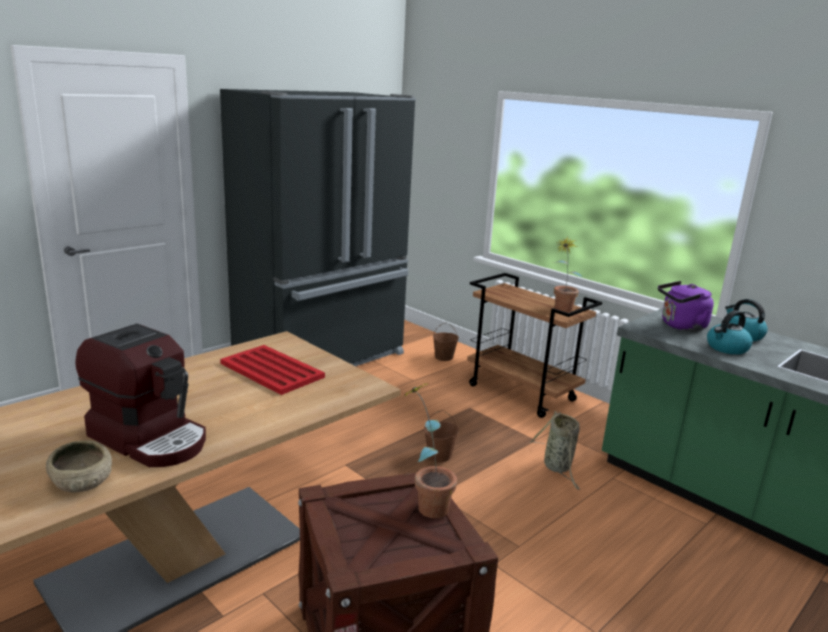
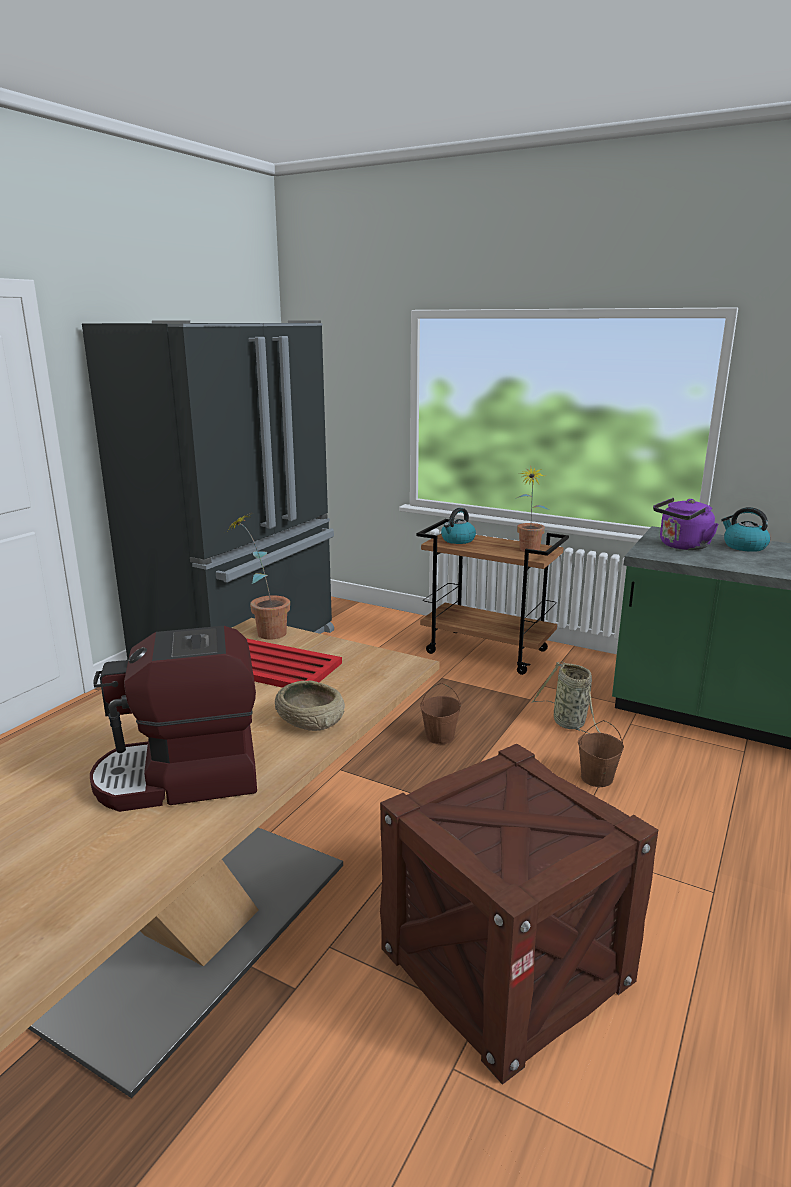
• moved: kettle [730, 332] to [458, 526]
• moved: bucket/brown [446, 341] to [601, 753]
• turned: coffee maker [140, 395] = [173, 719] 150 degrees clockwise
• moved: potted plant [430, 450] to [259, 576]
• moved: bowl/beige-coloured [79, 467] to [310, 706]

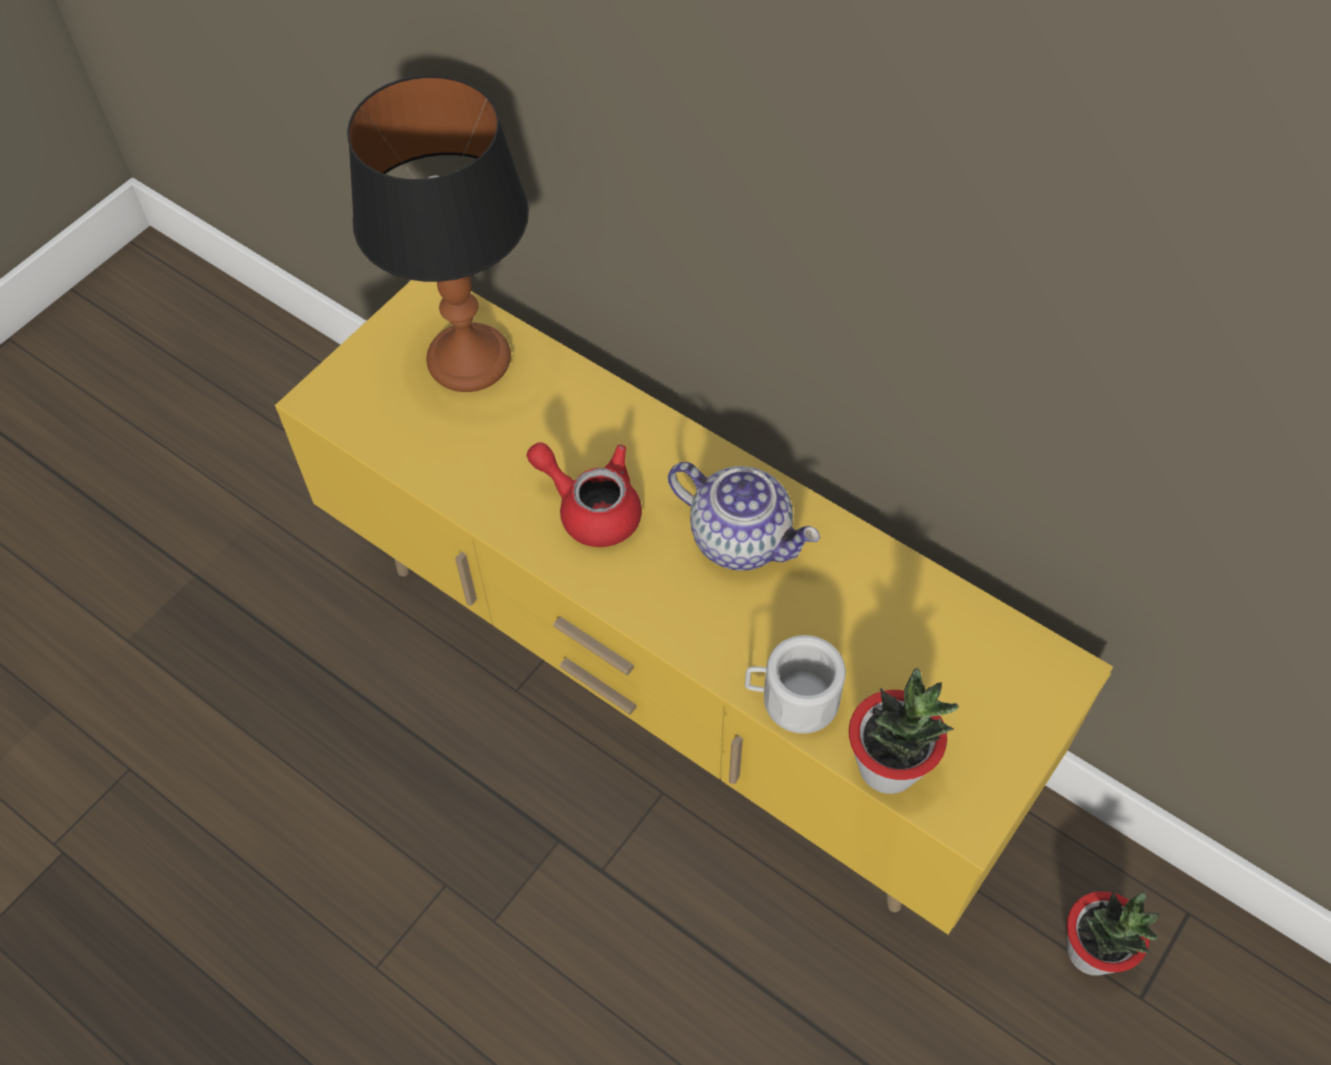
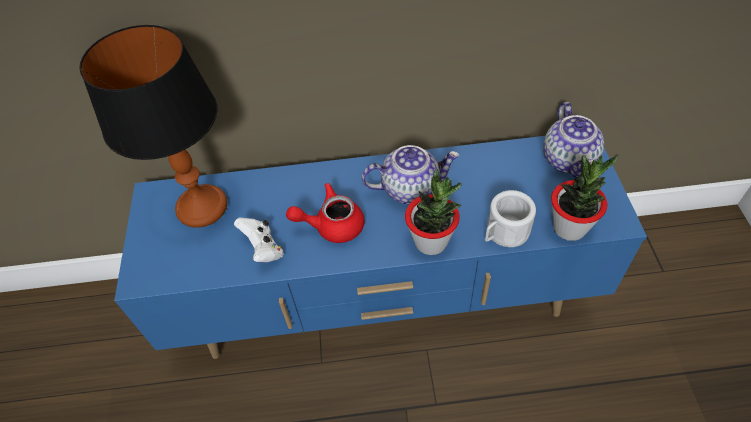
• recoloured: tv stand/yellow-coloured [694, 607] to tv stand/blue-coloured [380, 247]
• moved: potted plant [1114, 933] to [433, 212]
• added: teapot [573, 140]
• added: game controller/white-coloured [259, 240]

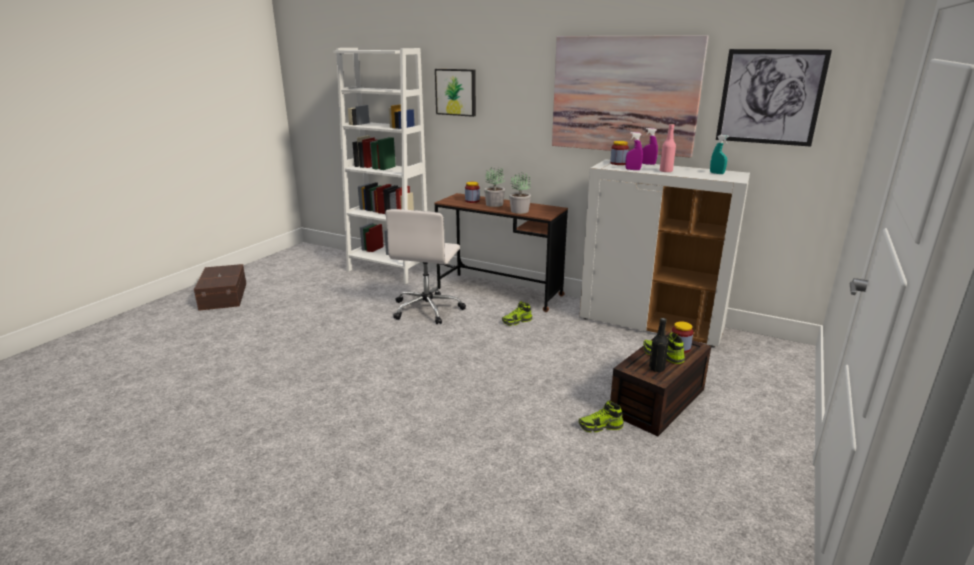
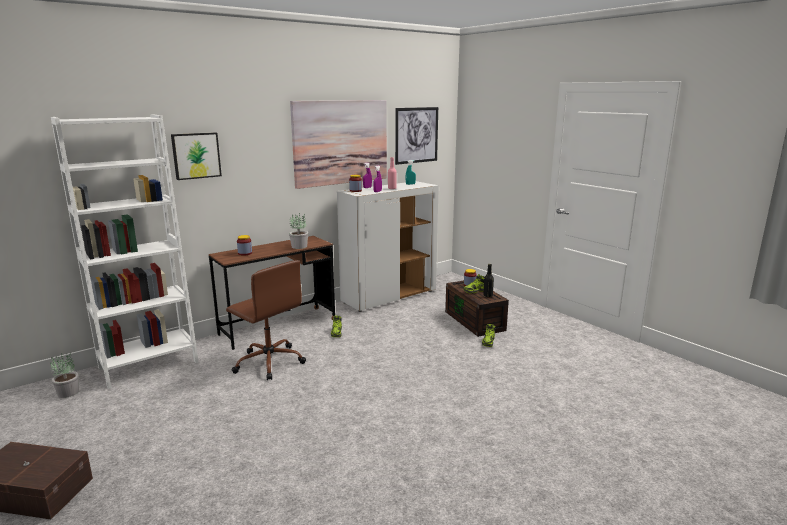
• moved: potted plant [494, 187] to [64, 375]
• recoloured: desk chair/white-coloured [425, 266] to desk chair/brown [266, 320]

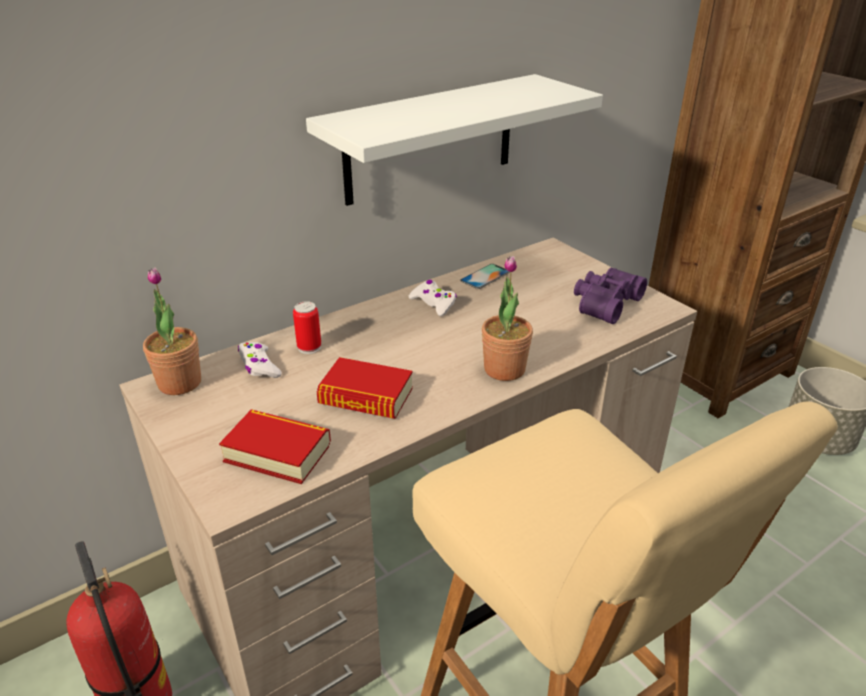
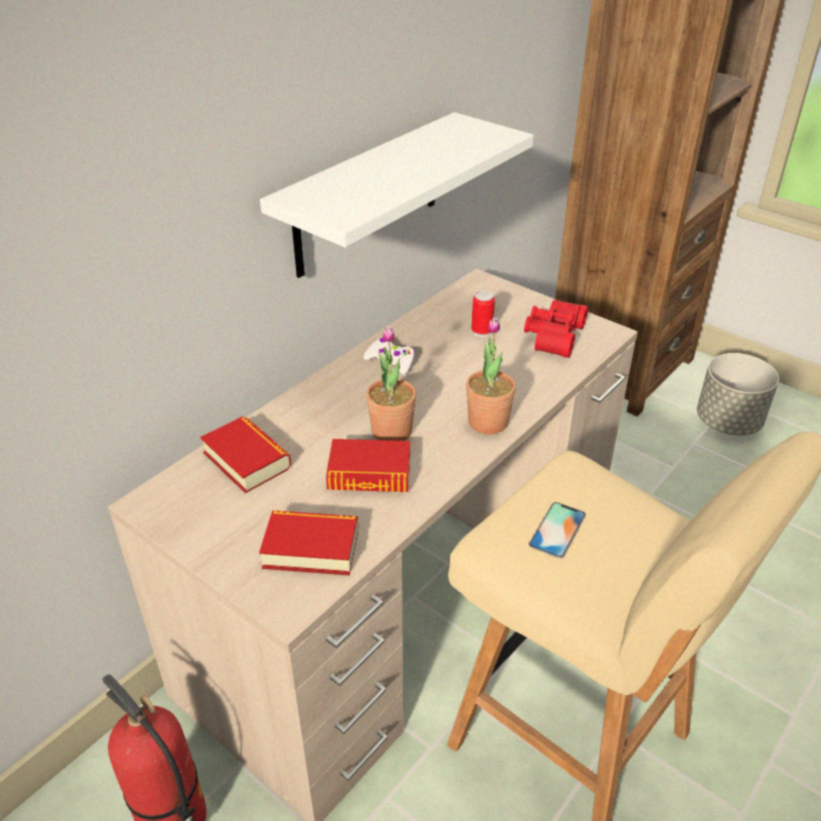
• moved: handset [485, 276] to [557, 530]
• moved: potted plant [172, 331] to [391, 383]
• recoloured: field glasses/purple [610, 296] to field glasses/reddish [556, 328]
• moved: sealed can [307, 327] to [483, 314]
• replaced: game controller/white-coloured [260, 360] to book [245, 454]

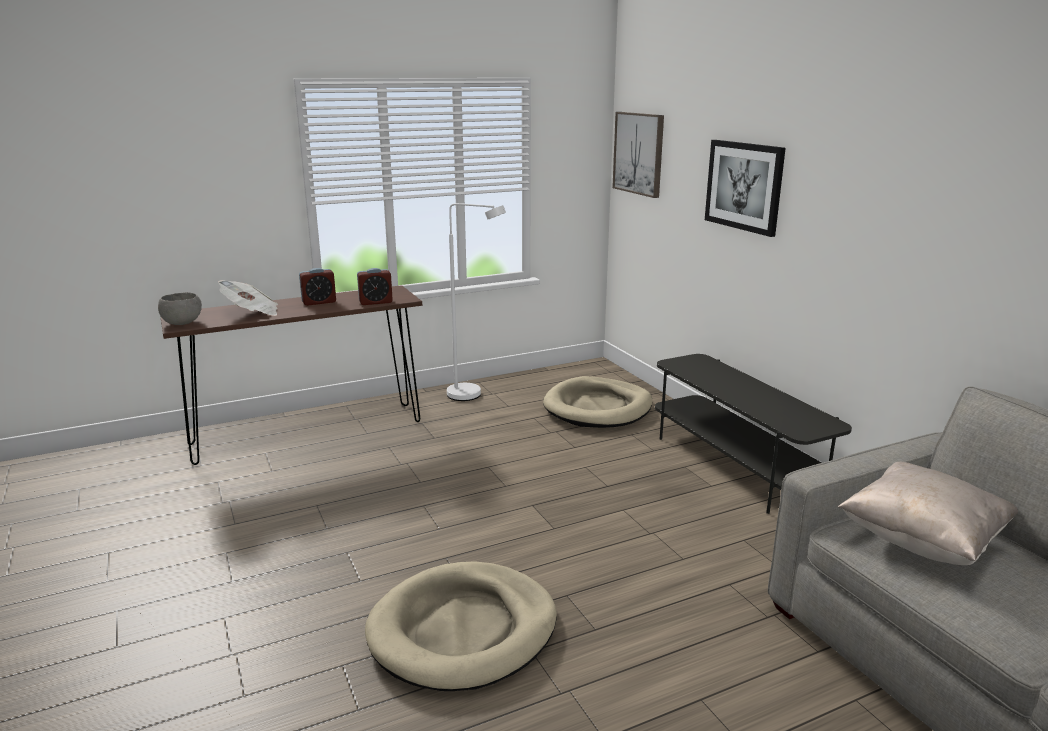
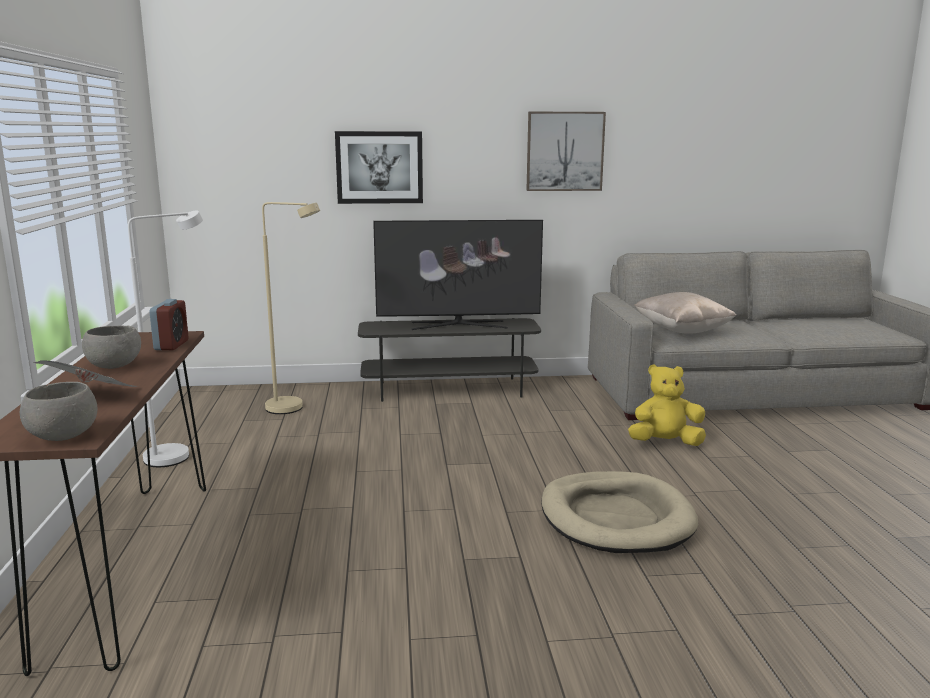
• moved: wall art [638, 155] to [566, 151]
• replaced: alarm clock [317, 287] to bowl/gray [111, 347]
• replaced: pet bed/beige-coloured [597, 402] to floor lamp/beige-coloured [291, 308]
• added: television [458, 275]
• added: plush toy/yellow-coloured [667, 405]

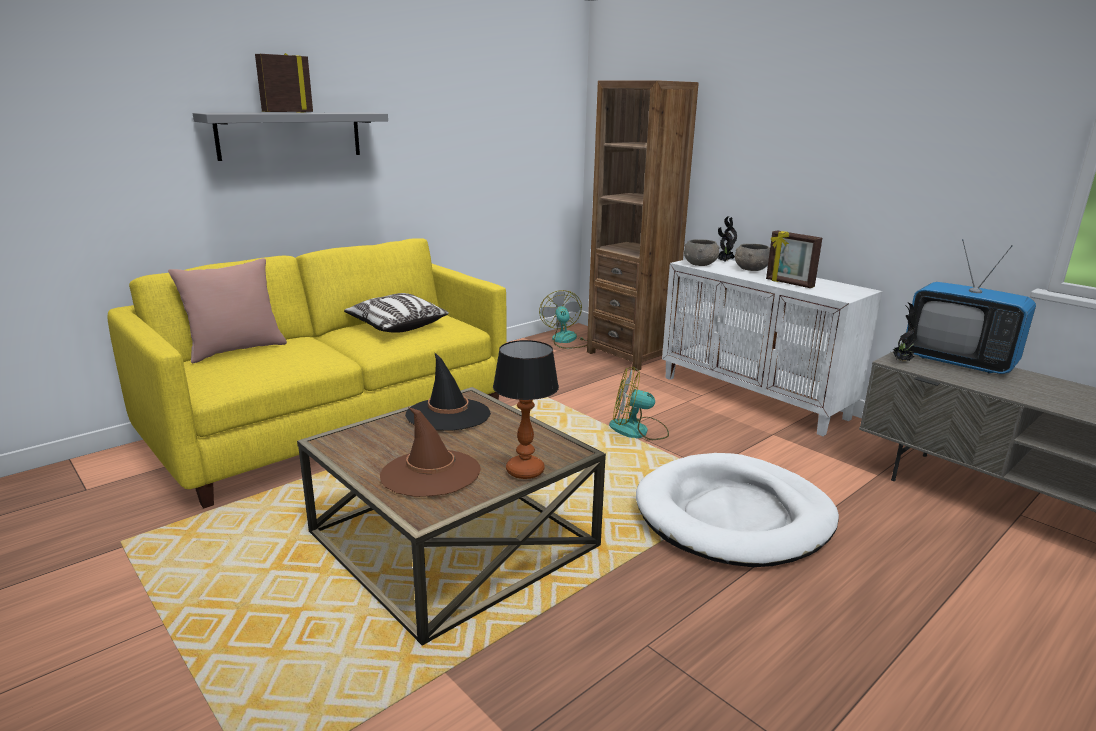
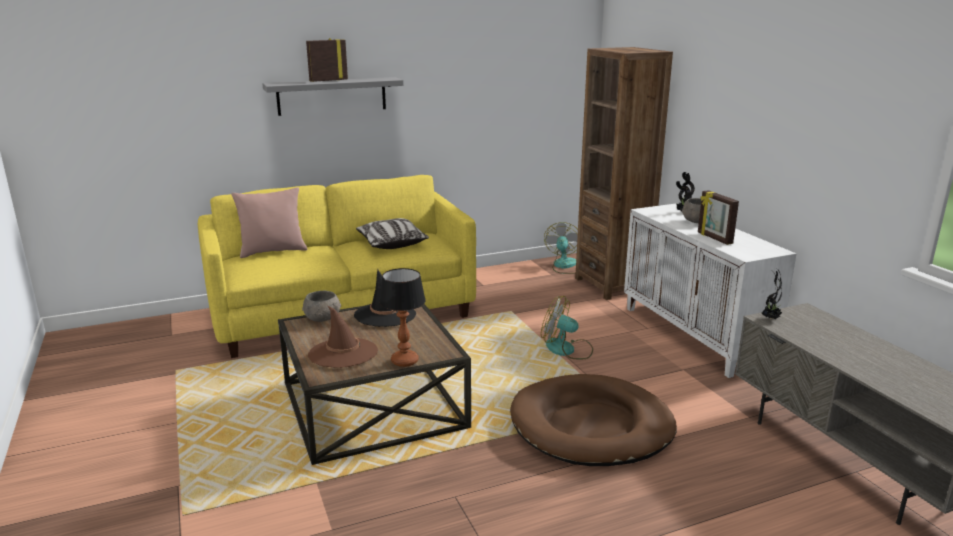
• moved: bowl/gray [701, 252] to [321, 306]
• removed: television [970, 306]
• recoloured: pet bed/white-coloured [737, 510] to pet bed/brown [593, 420]

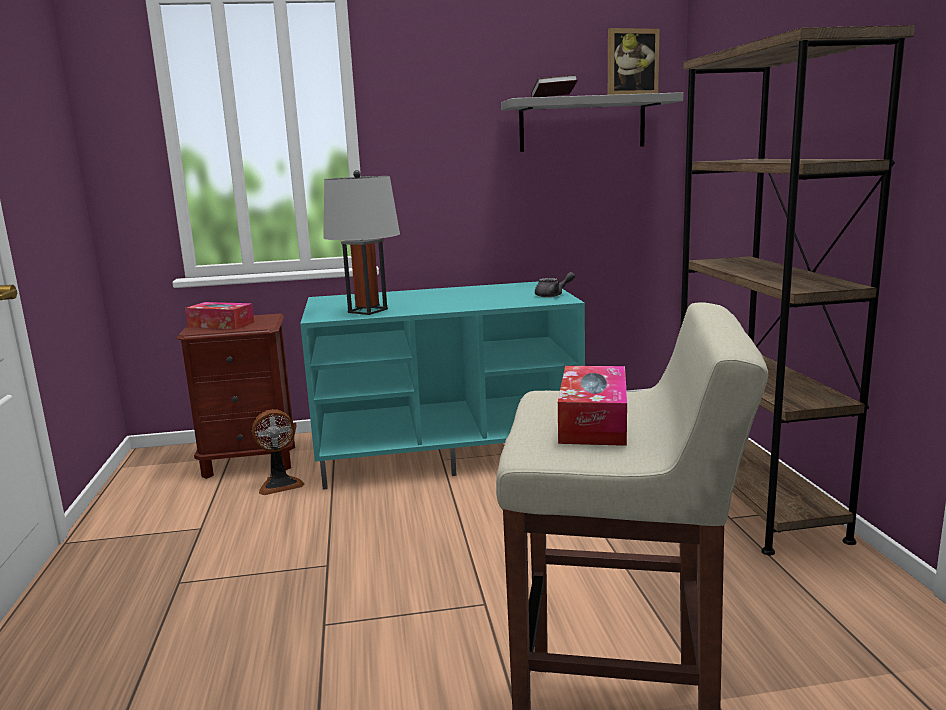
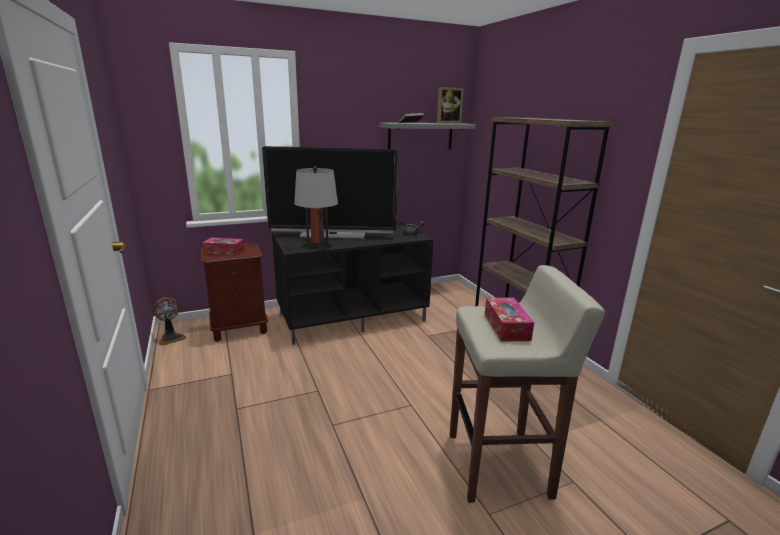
• recoloured: tv stand/blue-green [442, 385] to tv stand/blackish [352, 283]
• moved: cooling fan [278, 452] to [169, 321]
• added: television [330, 192]

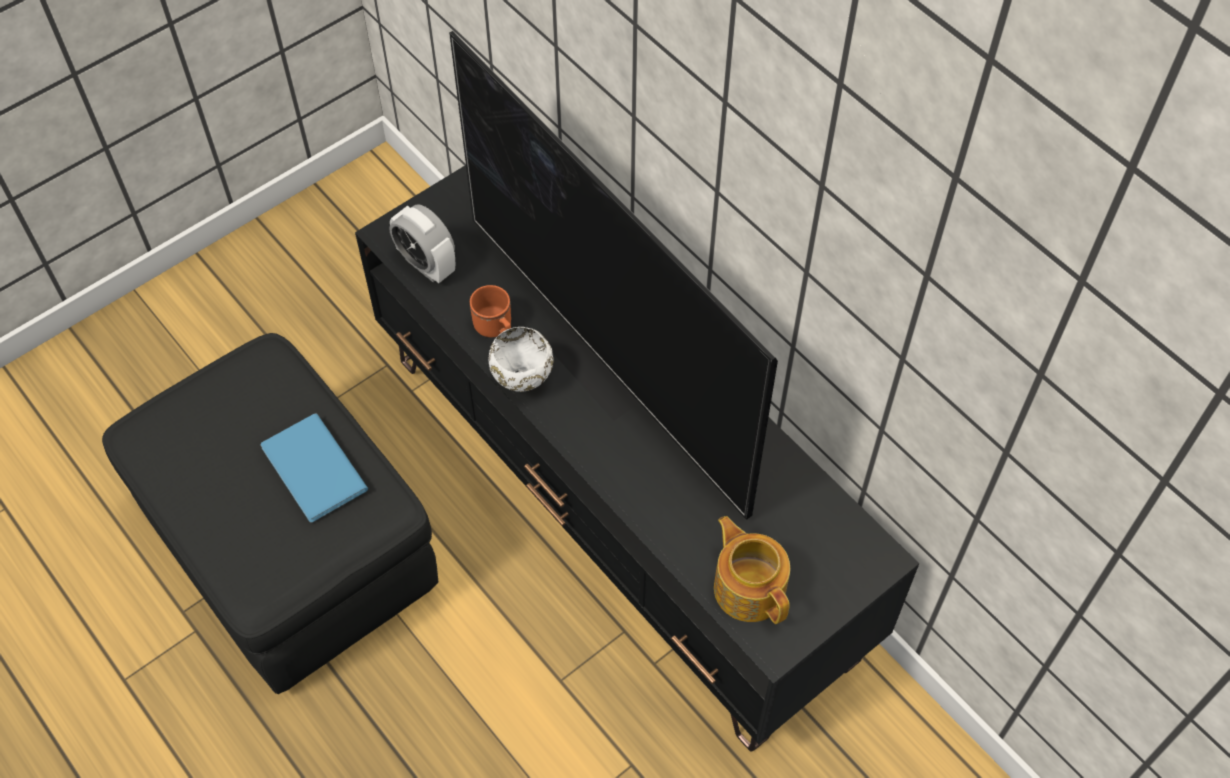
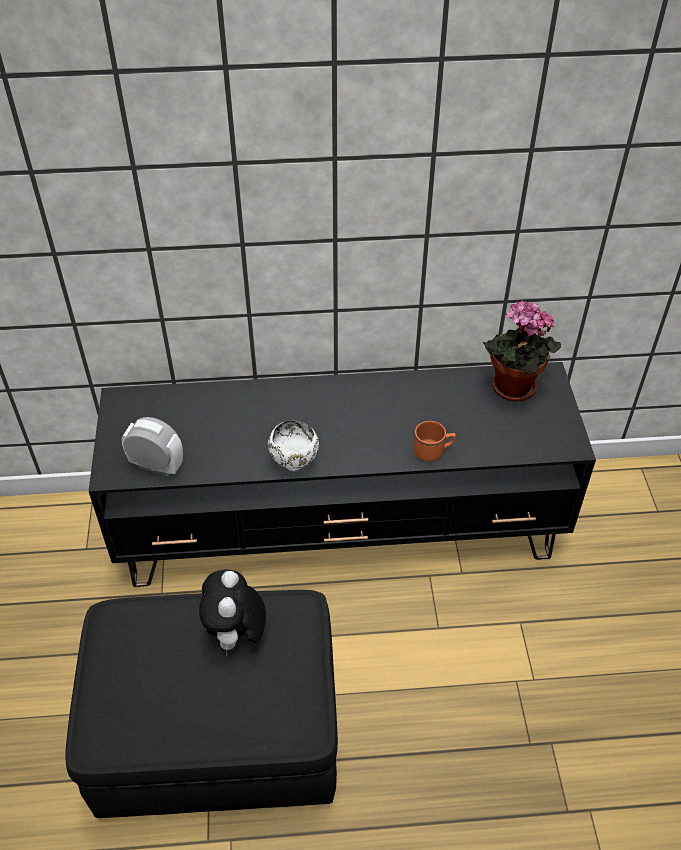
• removed: television [613, 275]
• turned: alarm clock [422, 243] = [152, 446] 150 degrees counterclockwise
• moved: tea mug/orange-coloured [490, 311] to [435, 441]
• replaced: book/blue-coloured [314, 468] to plush toy [232, 612]
• removed: teapot [752, 570]
• added: potted plant [522, 351]

